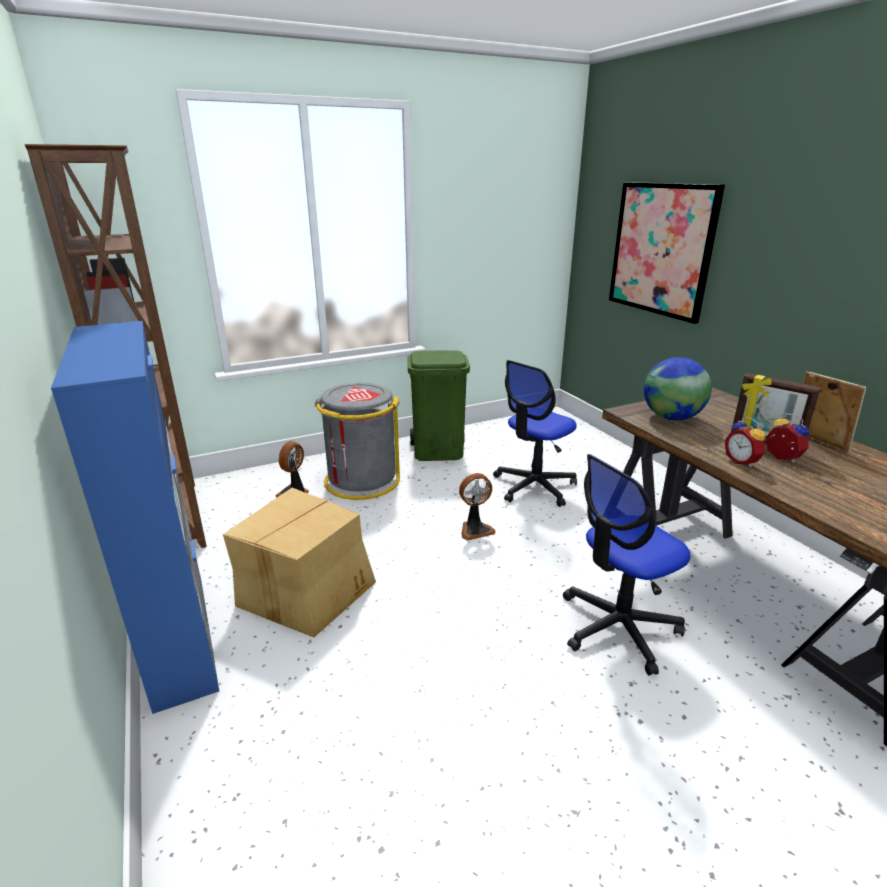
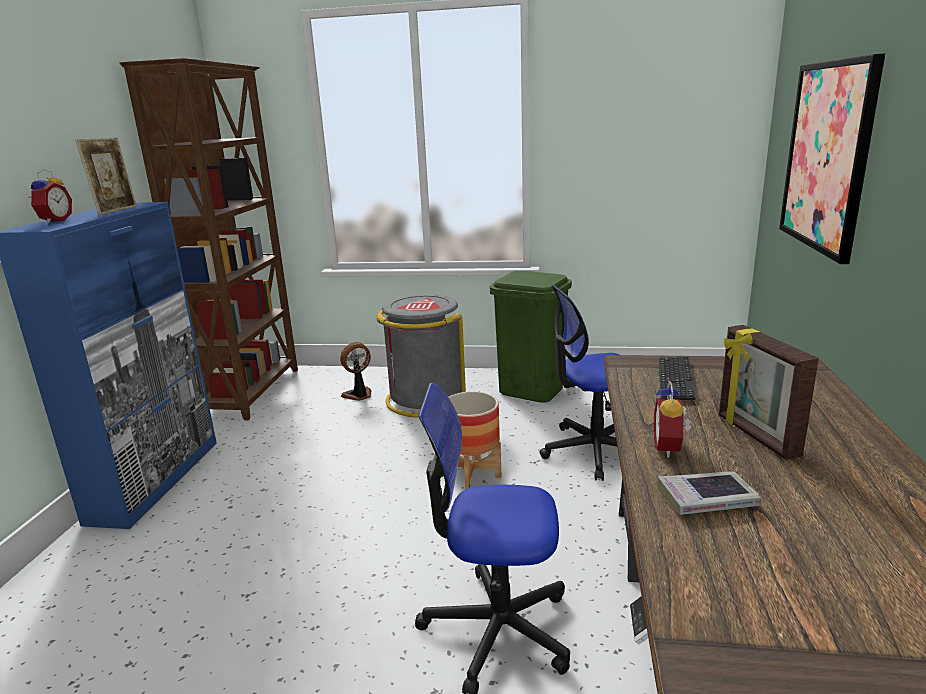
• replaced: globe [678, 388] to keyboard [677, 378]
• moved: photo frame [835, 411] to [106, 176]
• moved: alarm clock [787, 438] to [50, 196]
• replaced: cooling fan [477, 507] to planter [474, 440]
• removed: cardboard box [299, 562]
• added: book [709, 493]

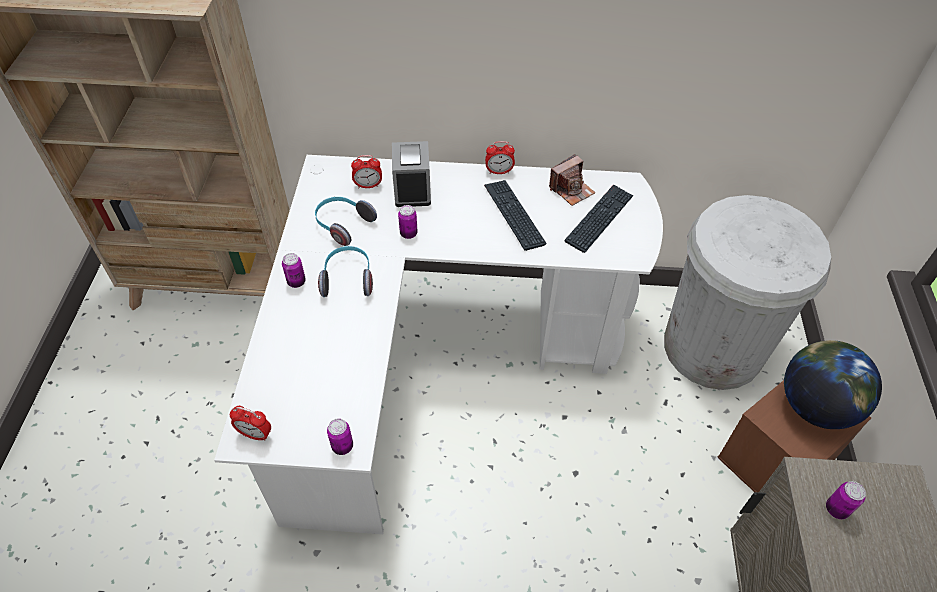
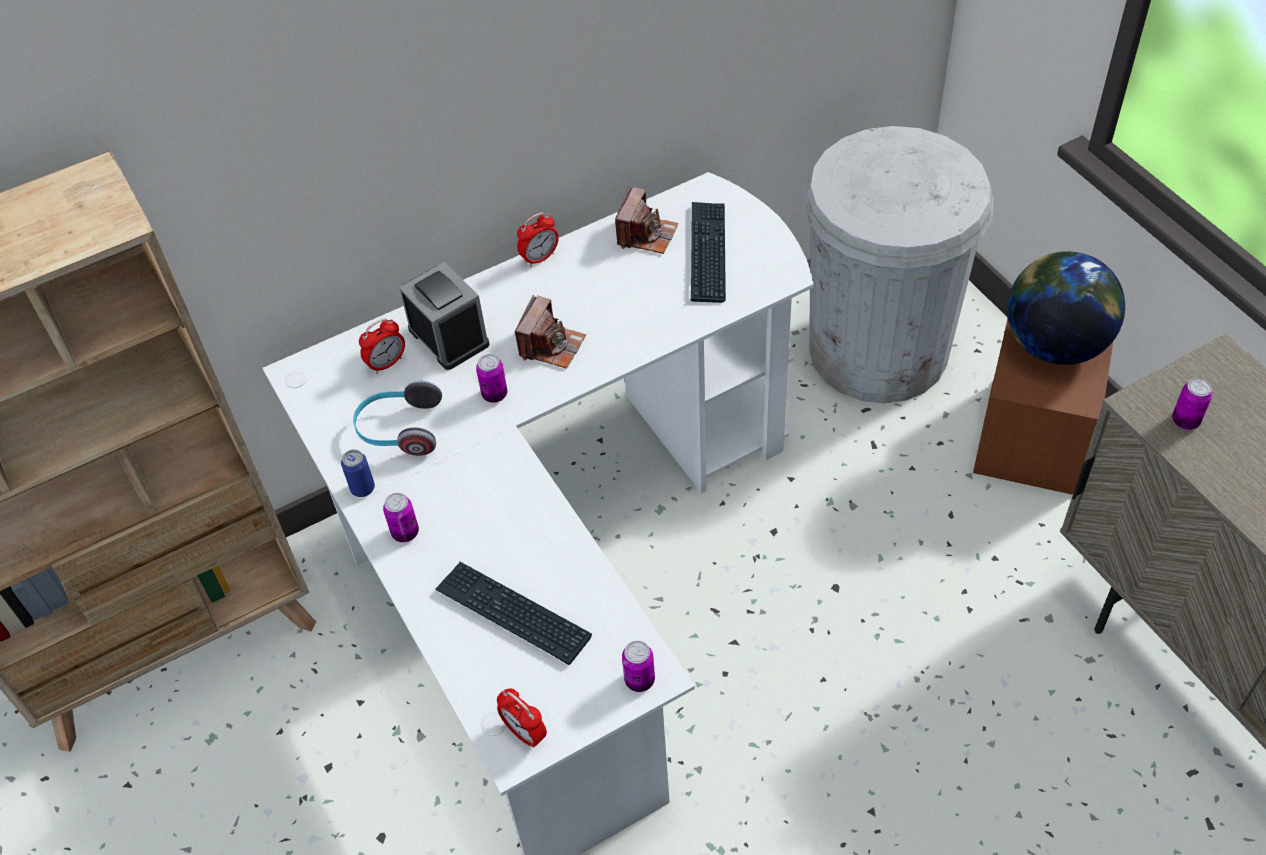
• moved: keyboard [515, 215] to [514, 613]
• removed: pair of headphones [345, 271]
• turned: alarm clock [250, 423] = [522, 718] 60 degrees clockwise
• added: still camera [550, 332]
• added: sealed can [358, 473]

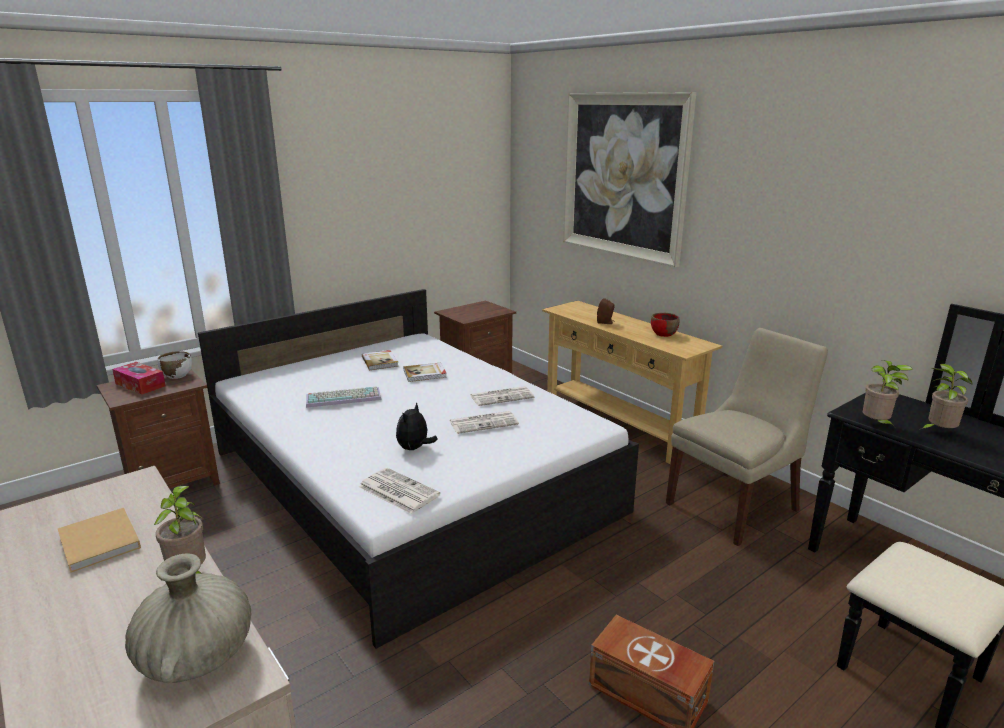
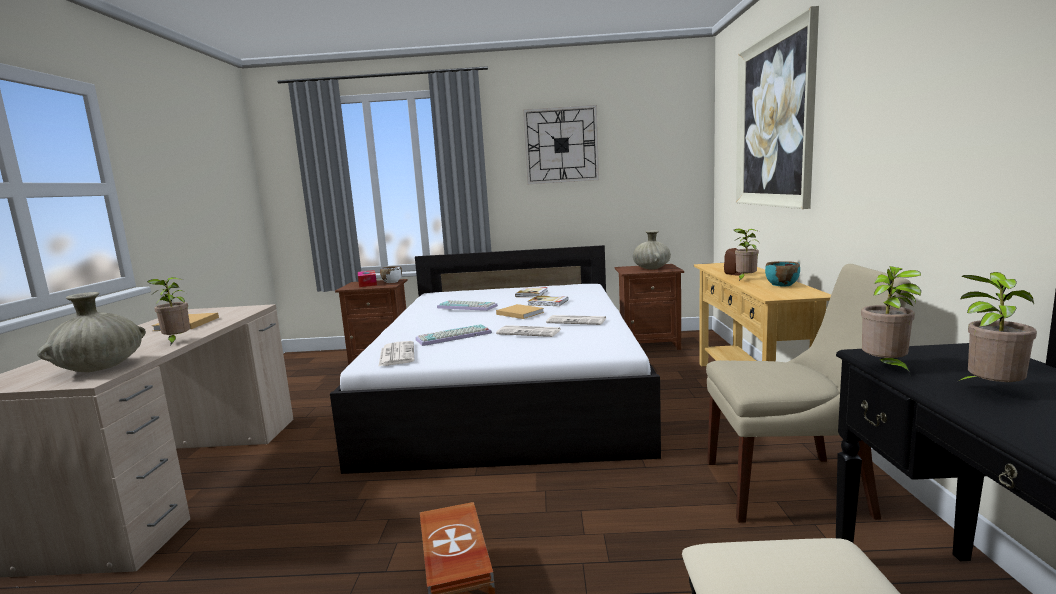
• recoloured: bowl/reddish [665, 325] to bowl/blue-green [782, 273]
• replaced: plush toy [417, 426] to keyboard [454, 335]
• added: clock on the wall [561, 144]
• added: potted plant [747, 255]
• added: vase/beige-coloured [652, 250]
• added: book/beige-coloured [520, 311]

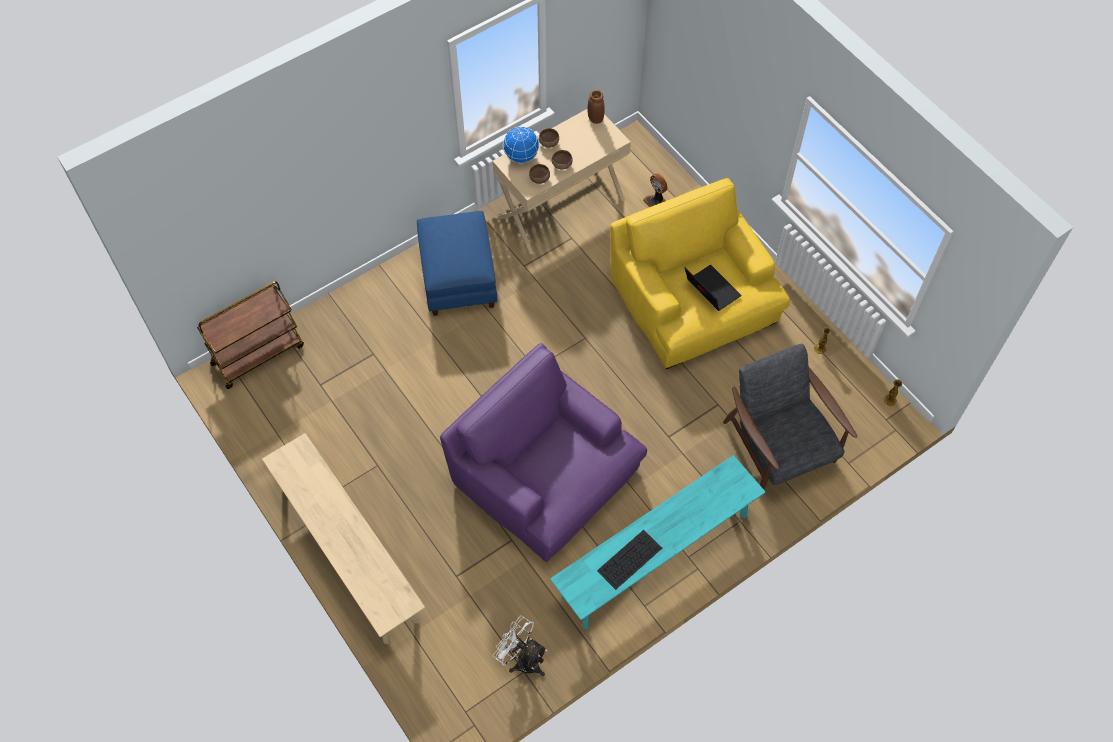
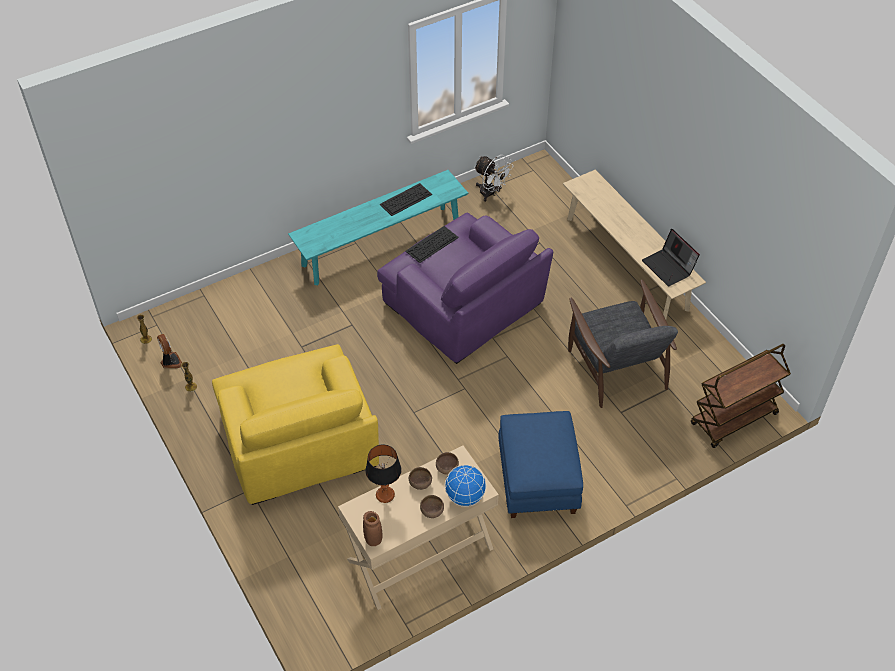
• moved: cooling fan [655, 190] to [169, 351]
• moved: notebook computer [713, 288] to [671, 257]
• moved: easy chair/gray [790, 416] to [623, 344]
• added: keyboard [432, 244]
• added: table lamp [383, 474]

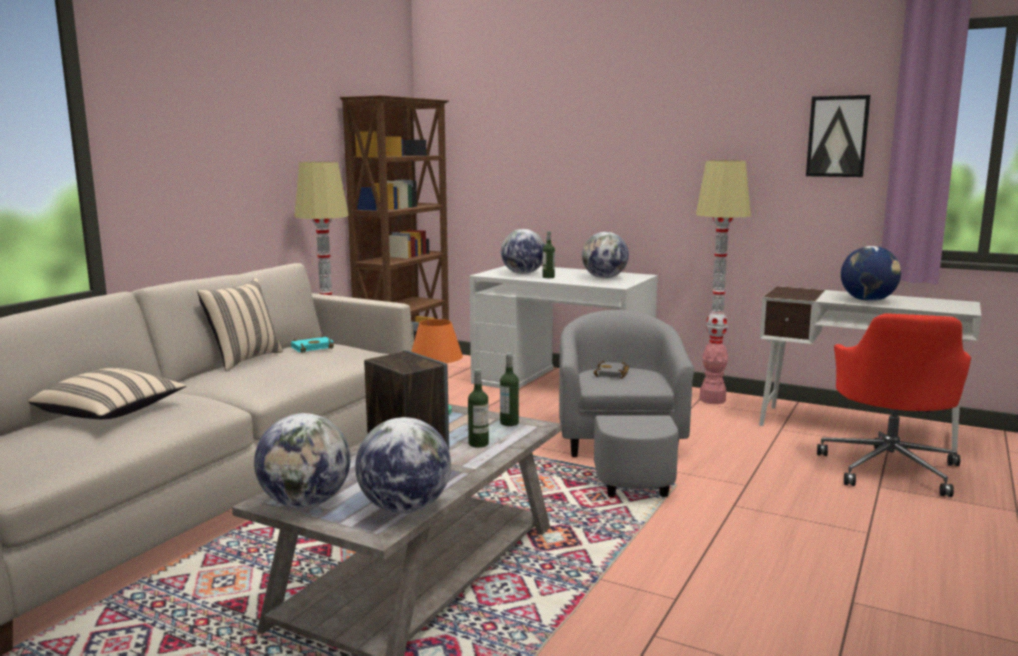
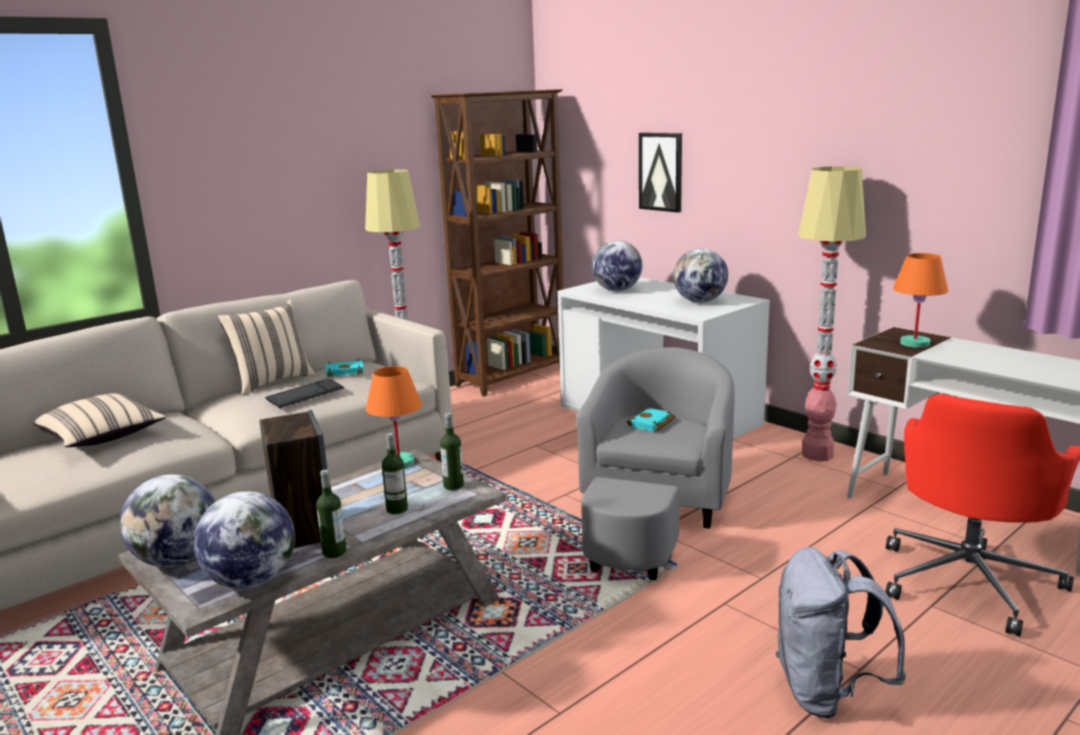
• moved: wall art [838, 136] to [660, 173]
• moved: beverage bottle [549, 254] to [331, 513]
• removed: globe [871, 273]
• recoloured: book/gray [611, 370] to book/blue-green [651, 419]
• added: table lamp/orange-coloured [920, 300]
• added: keyboard [304, 393]
• added: knapsack/gray [840, 633]

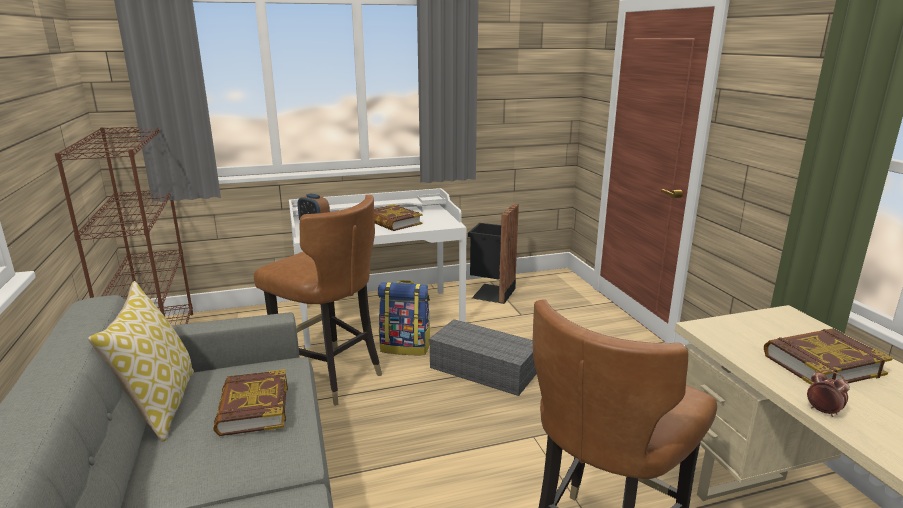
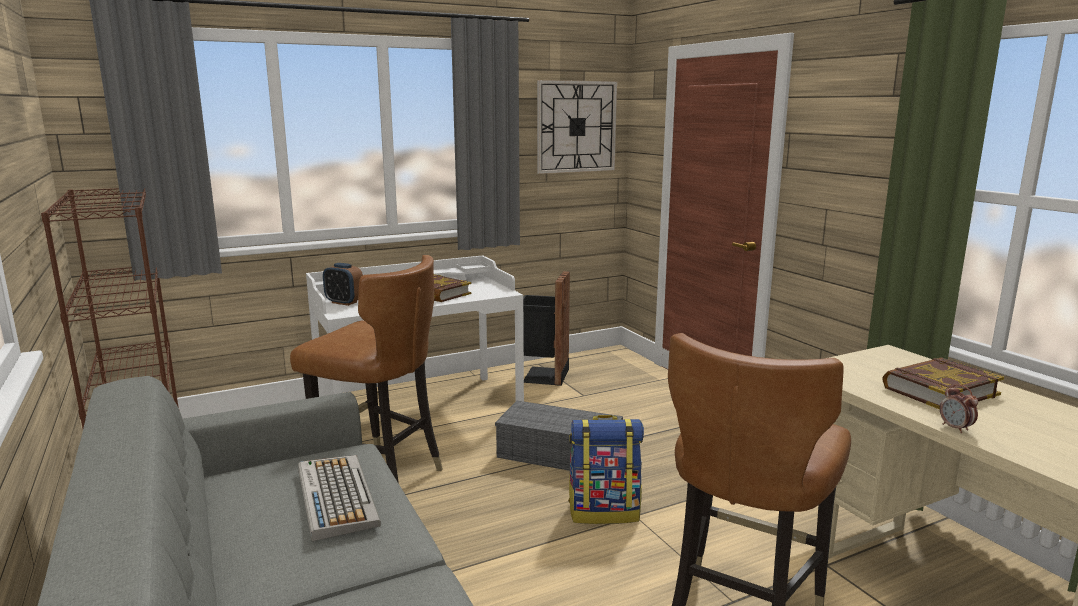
• moved: knapsack [404, 317] to [606, 469]
• removed: cushion [141, 361]
• replaced: book [250, 402] to keyboard [339, 498]
• turned: alarm clock [828, 393] = [959, 408] 150 degrees counterclockwise
• added: clock on the wall [577, 127]

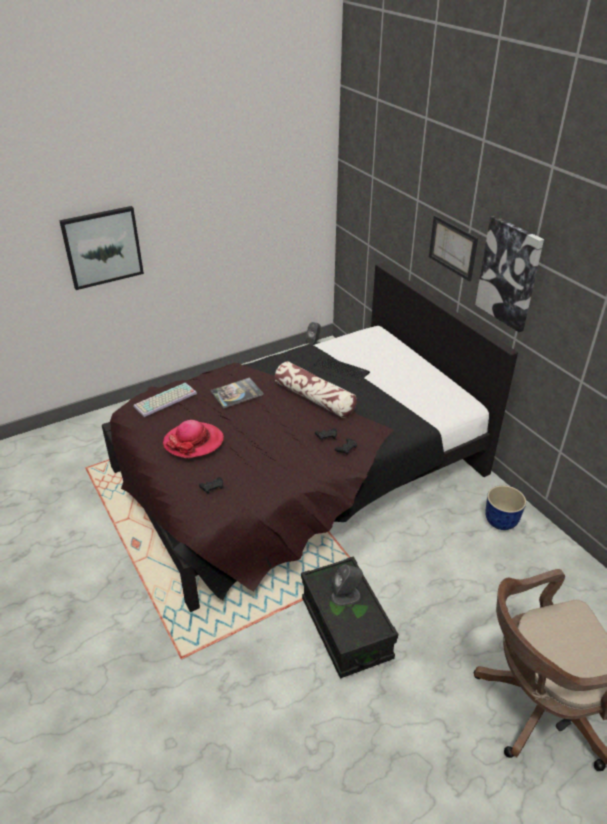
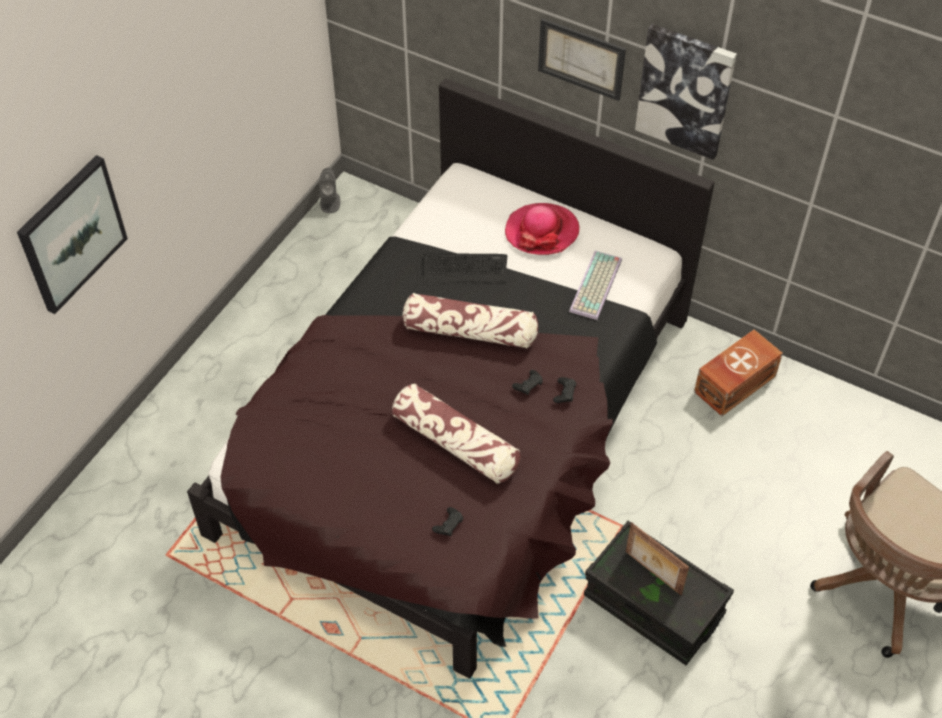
• removed: book [236, 393]
• moved: keyboard [165, 399] to [595, 285]
• moved: hat [193, 439] to [542, 229]
• replaced: planter [505, 507] to storage container/brown [738, 373]
• replaced: speaker/gray [347, 585] to photo frame [657, 559]
• added: cushion [456, 434]

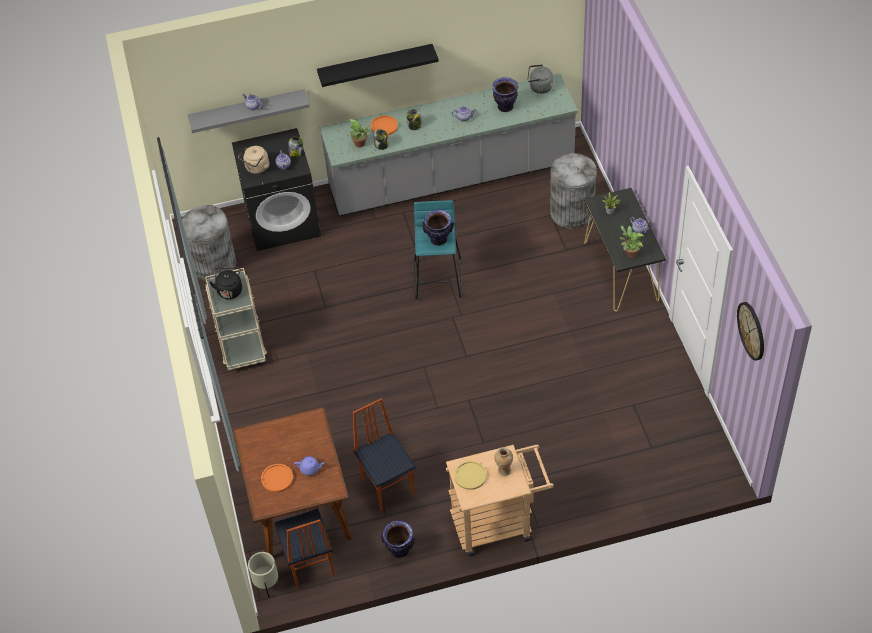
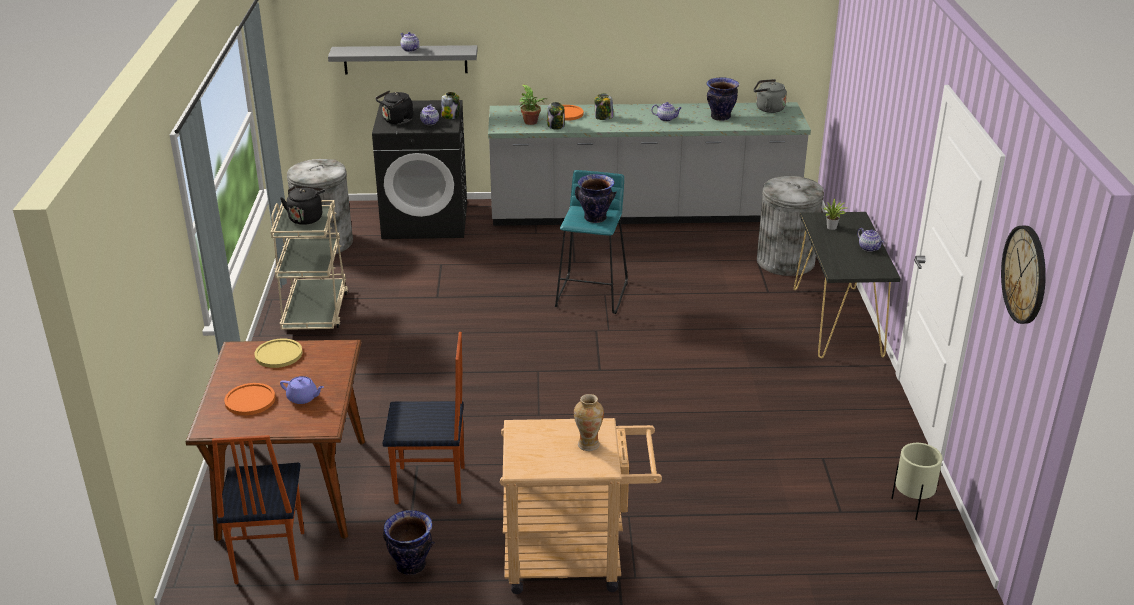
• removed: wall shelf/blackish [378, 65]
• recoloured: kettle/beige-coloured [254, 160] to kettle/blackish [394, 107]
• removed: potted plant [632, 242]
• turned: plain chair [384, 454] = [424, 418] 105 degrees clockwise
• moved: plate/yellow-coloured [470, 475] to [278, 353]
• moved: planter/beige-coloured [263, 575] to [916, 481]

